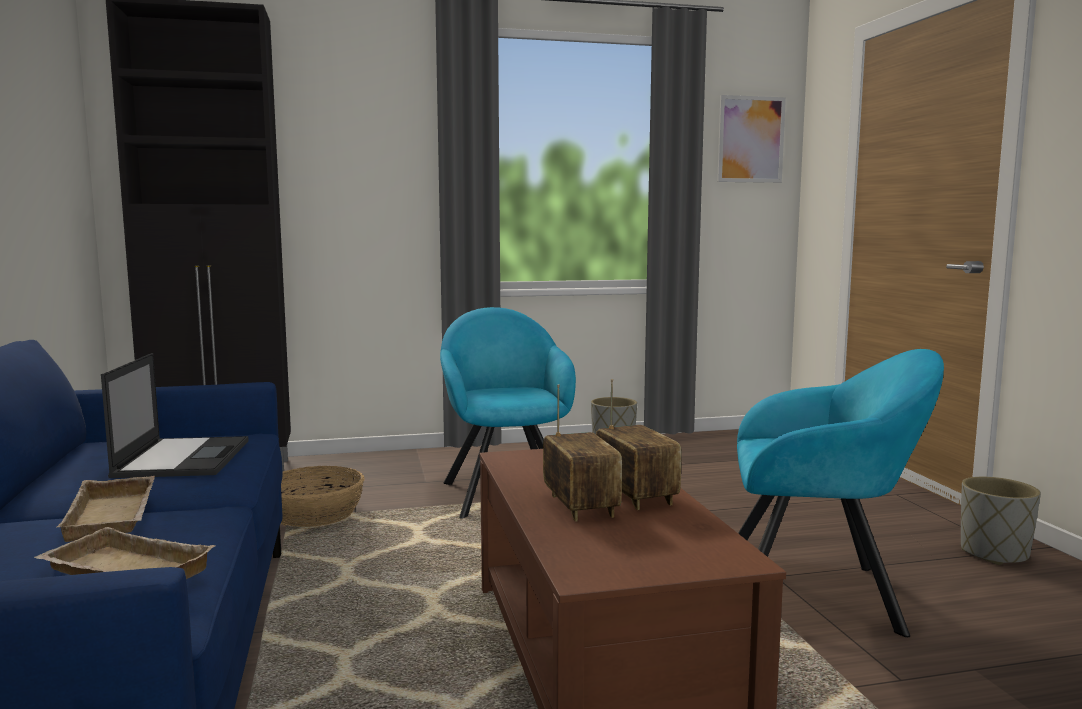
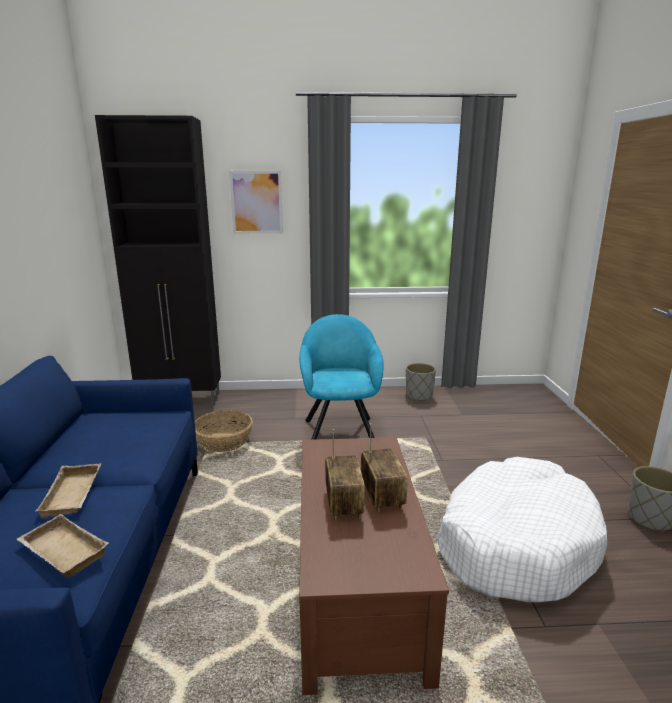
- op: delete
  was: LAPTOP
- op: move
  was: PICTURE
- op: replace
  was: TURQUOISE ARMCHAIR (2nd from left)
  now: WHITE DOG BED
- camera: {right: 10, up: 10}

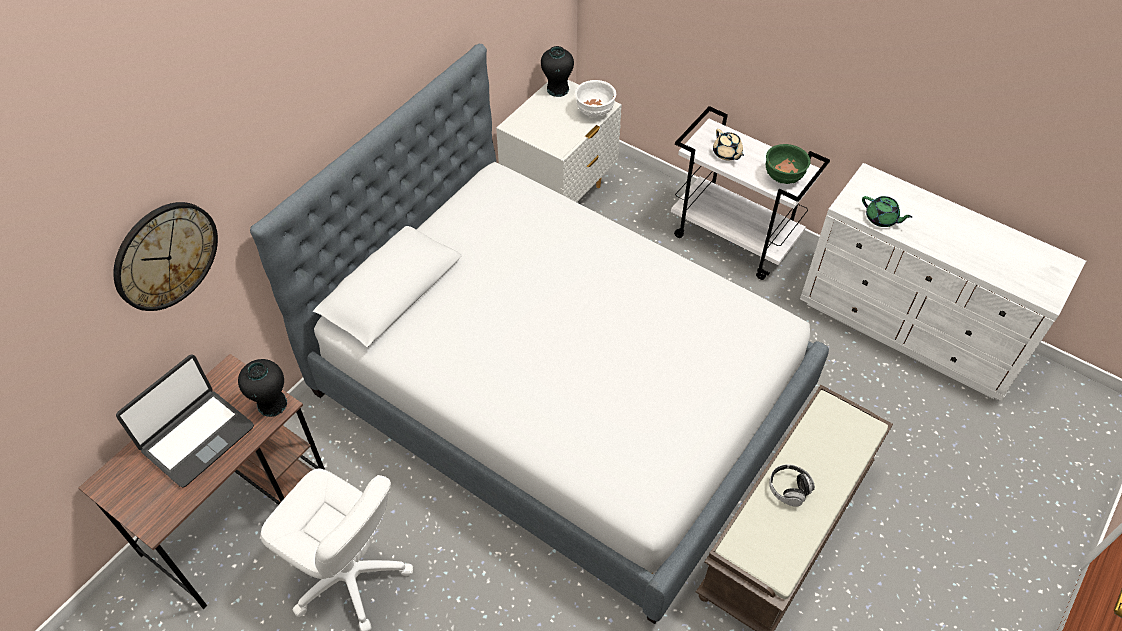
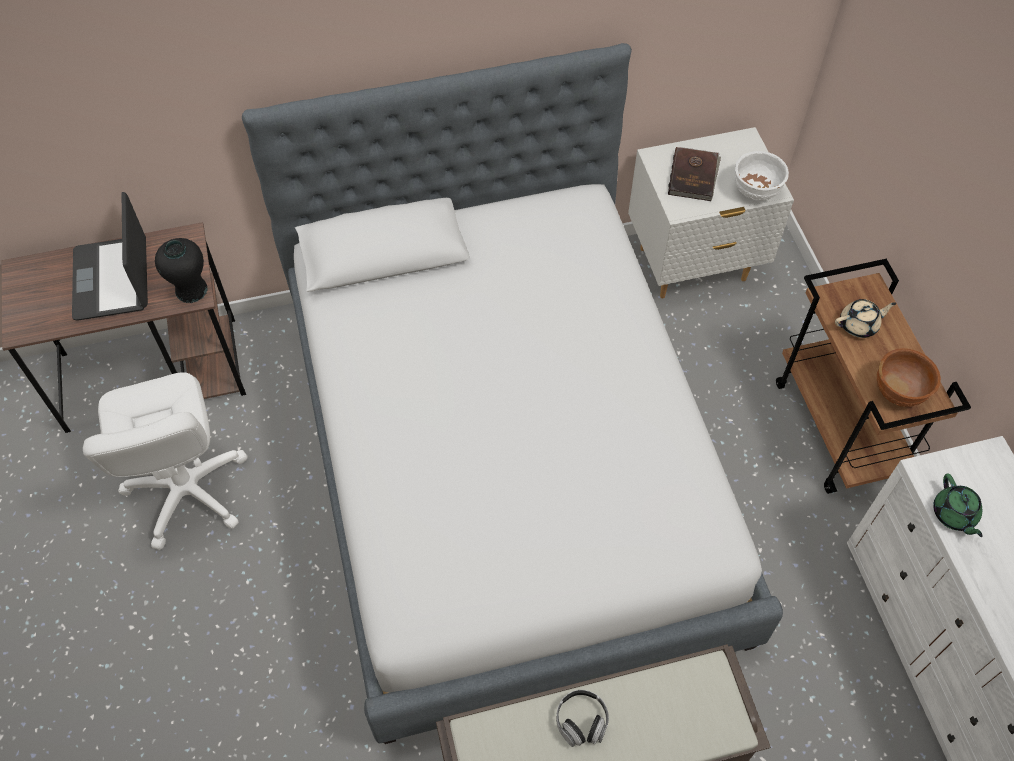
- op: delete
  was: WALL CLOCK
- op: rotate
  was: LAPTOP
  clockwise: 90
- op: delete
  was: BLACK VASE (2nd from left)
- op: recolor
  was: WHITE CART
  now: BROWN CART
- op: rotate
  was: BEIGE TEAPOT
  clockwise: -120
- op: recolor
  was: GREEN BOWL
  now: BROWN BOWL
- op: insert
  now: BROWN BOOK
- camera: {right: 40, up: 5}

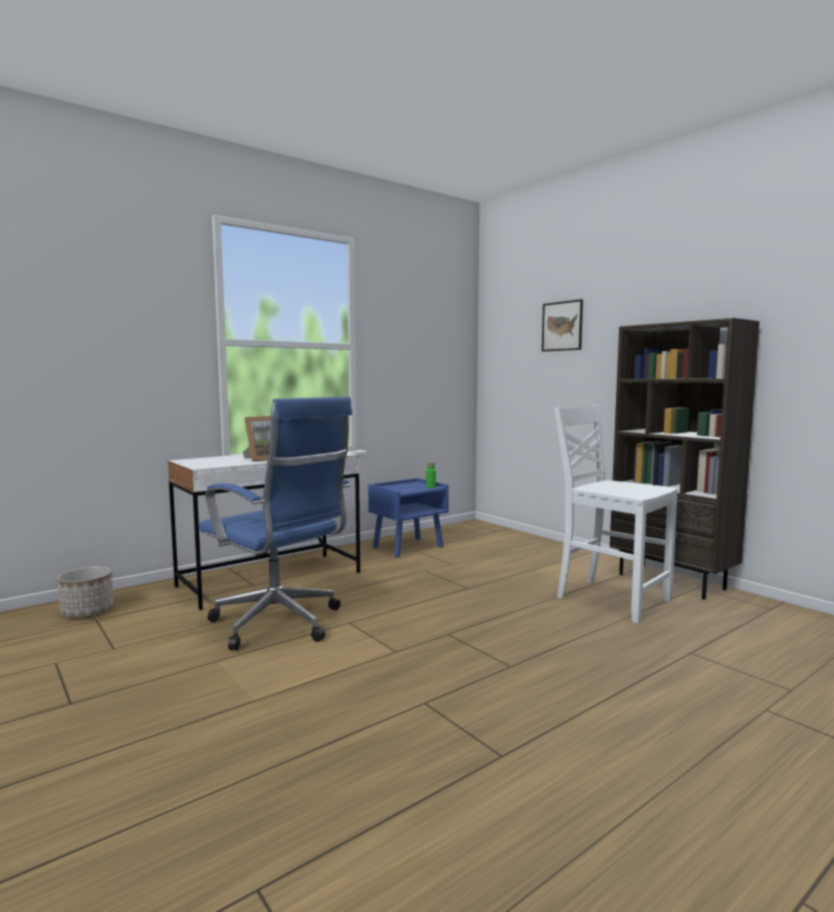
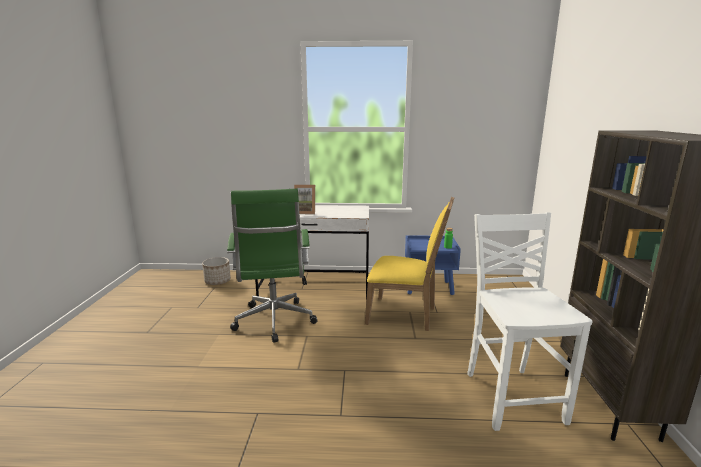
- op: recolor
  was: BLUE OFFICE CHAIR
  now: GREEN OFFICE CHAIR
- op: delete
  was: PICTURE
- op: insert
  now: YELLOW CHAIR
- camera: {right: 40, up: 10}

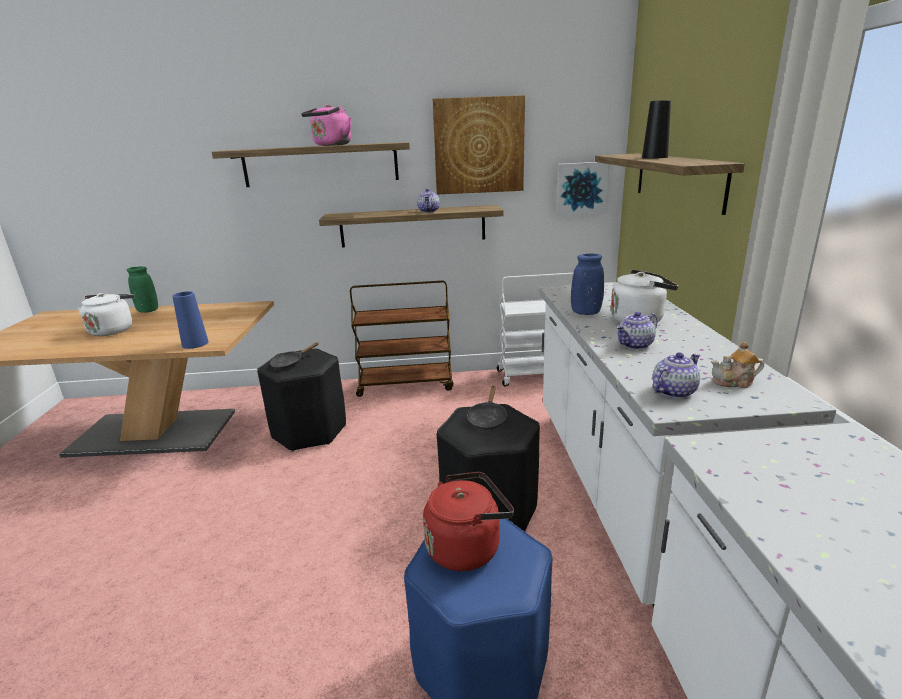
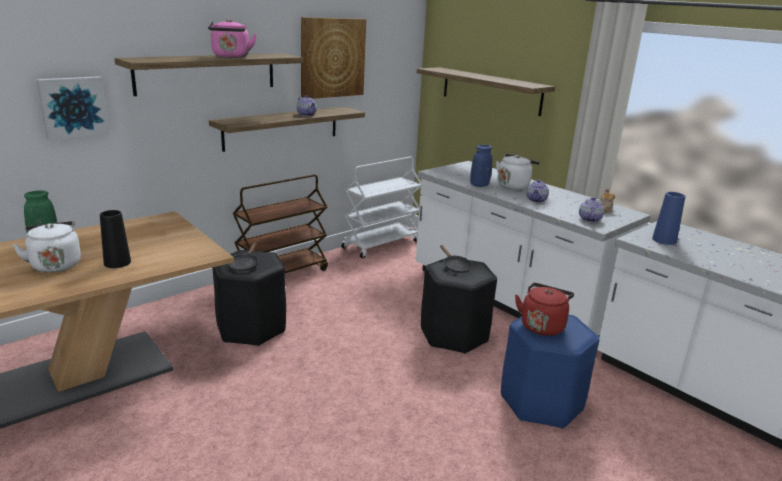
- op: move
  was: BLUE VASE (1st from left in the first image)
  now: BLUE VASE (2nd from left)
- op: move
  was: PICTURE (2nd from left in the first image)
  now: PICTURE (1st from left)
- op: move
  was: BLACK VASE
- camera: {right: -40, up: 0}

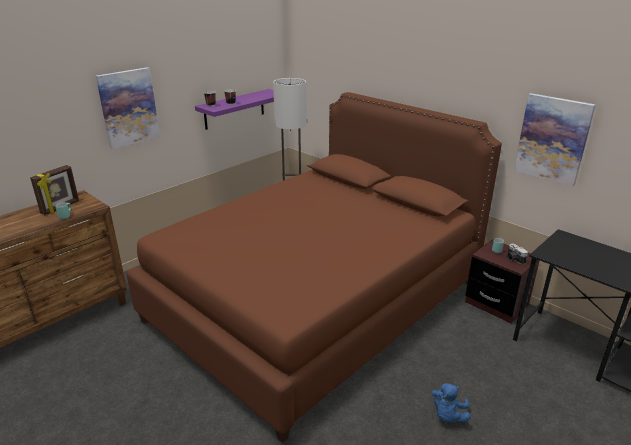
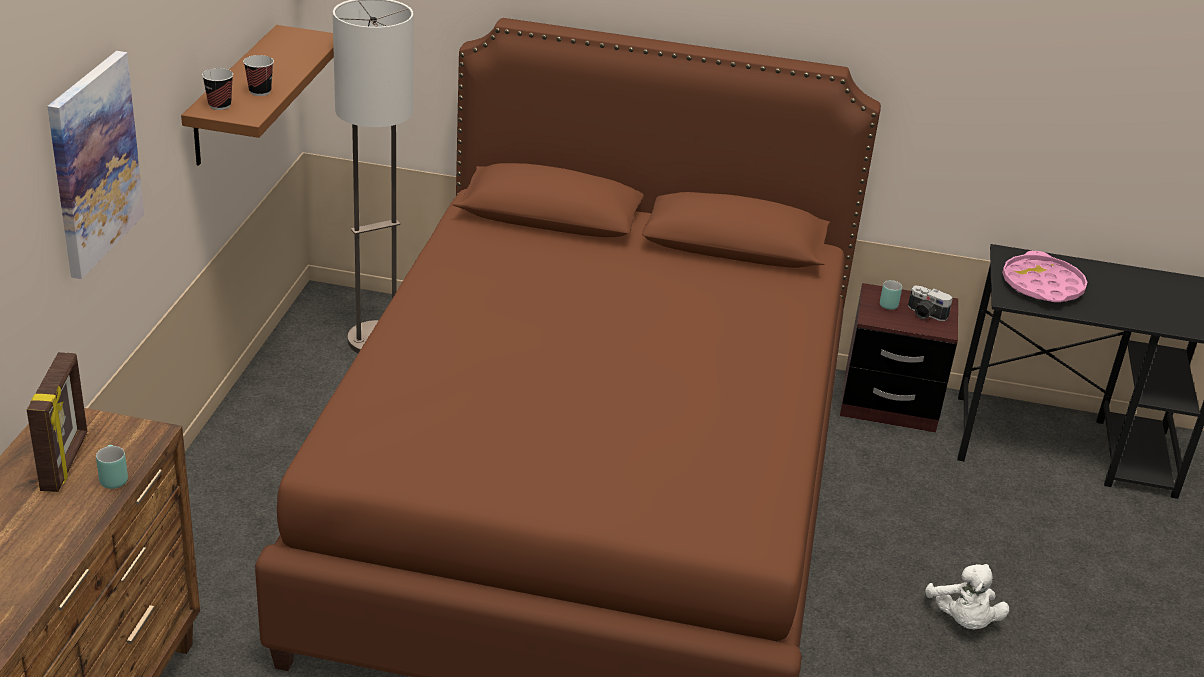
- op: recolor
  was: PURPLE SHELF
  now: BROWN SHELF
- op: recolor
  was: BLUE PLUSH TOY
  now: WHITE PLUSH TOY
- op: delete
  was: PICTURE (2nd from left)
- op: insert
  now: PINK TRAY
- camera: {right: -35, up: 5}

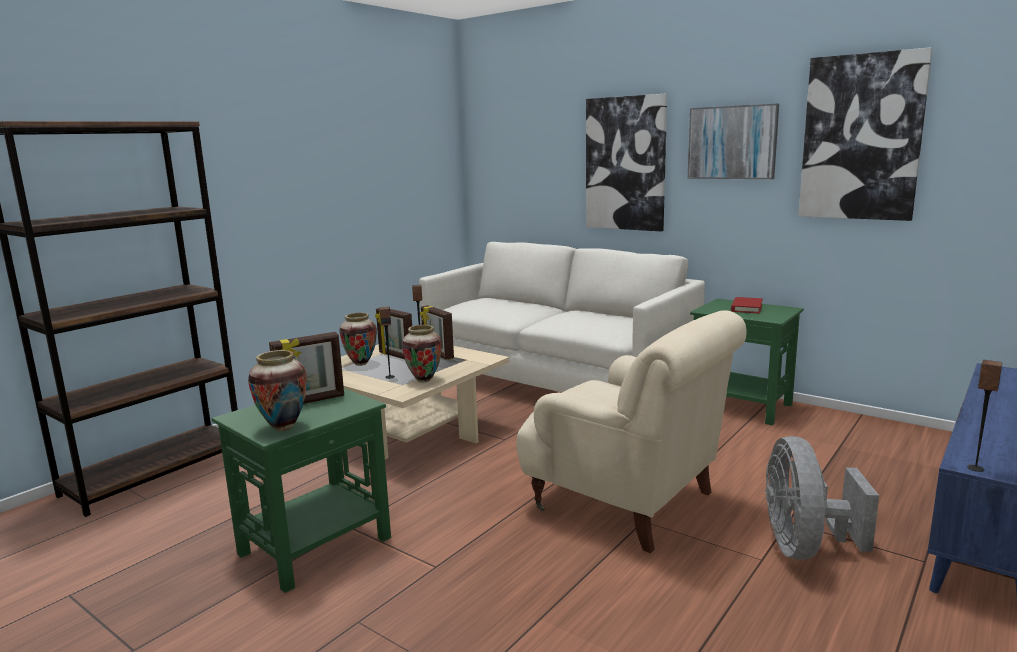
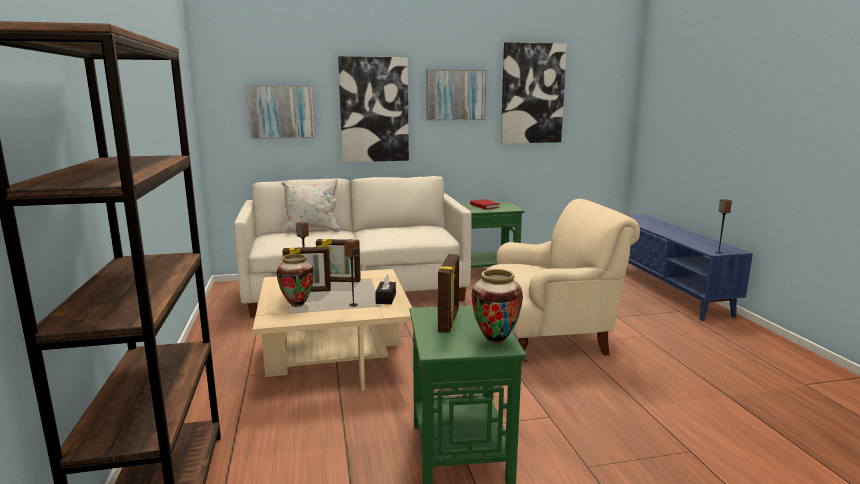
- op: replace
  was: VASE (3rd from left)
  now: BLACK TISSUE BOX
- op: delete
  was: GREY FAN
- op: insert
  now: PICTURE (1st from left)
- op: insert
  now: WHITE PILLOW
- camera: {right: -50, up: 0}

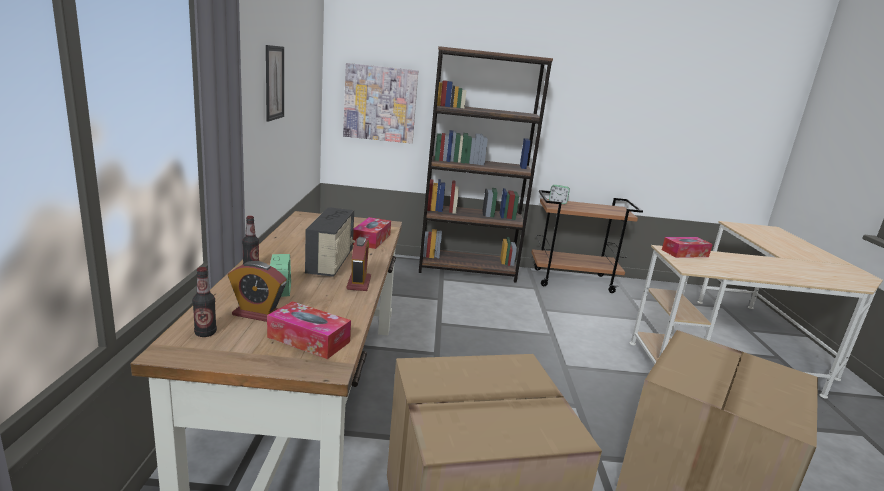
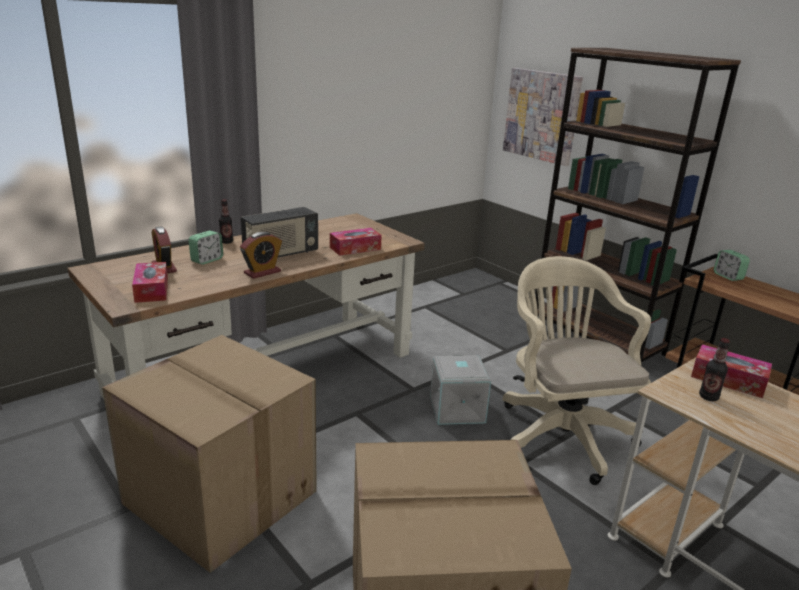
- op: move
  was: BOTTLE (1st from left in the first image)
  now: BOTTLE (2nd from left)
- op: delete
  was: PICTURE (1st from left)
- op: insert
  now: GREY STORAGE BOX
- op: insert
  now: BEIGE OFFICE CHAIR
- camera: {right: 50, up: 5}

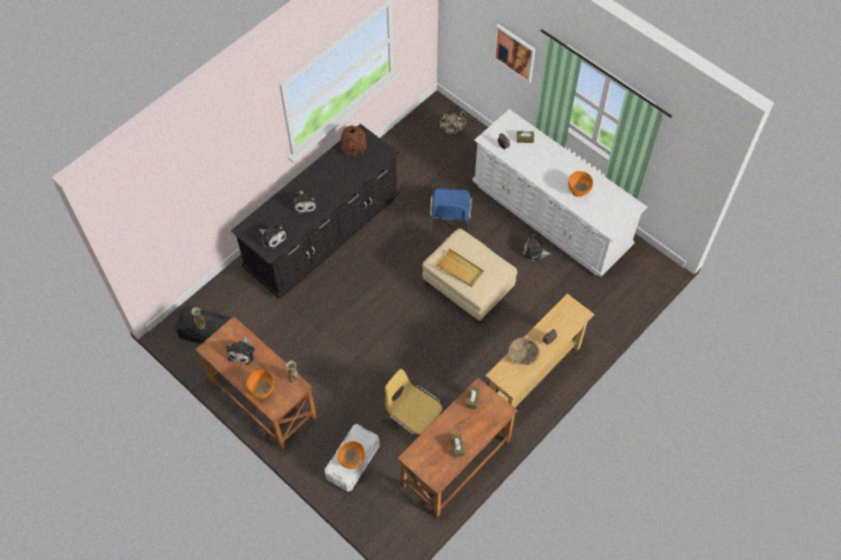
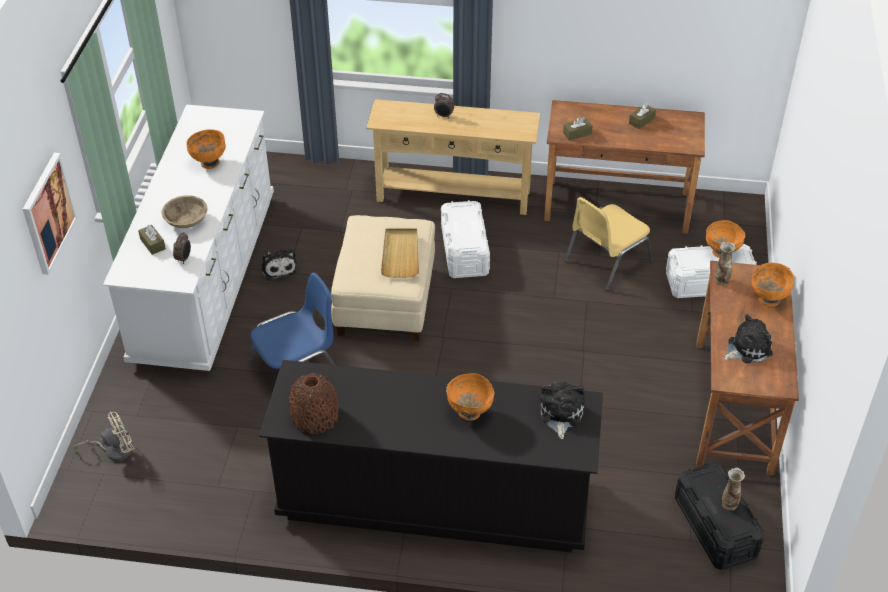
- op: replace
  was: PLUSH TOY (3rd from left)
  now: ORANGE BOWL (2nd from left)
- op: rotate
  was: YELLOW CHAIR
  clockwise: 45
- op: move
  was: BEIGE BOWL
- op: insert
  now: WHITE STORAGE BOX (1st from left)
- camera: {right: -125, up: -15}

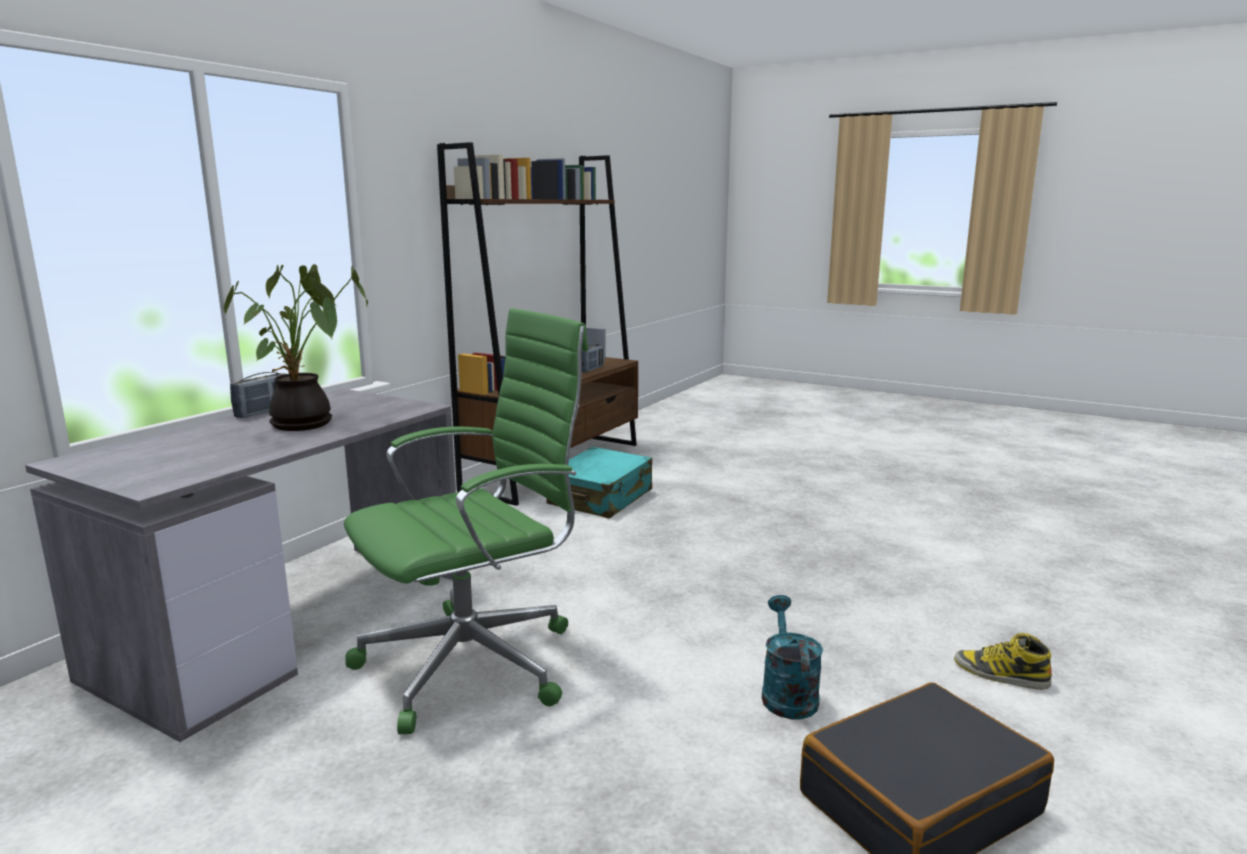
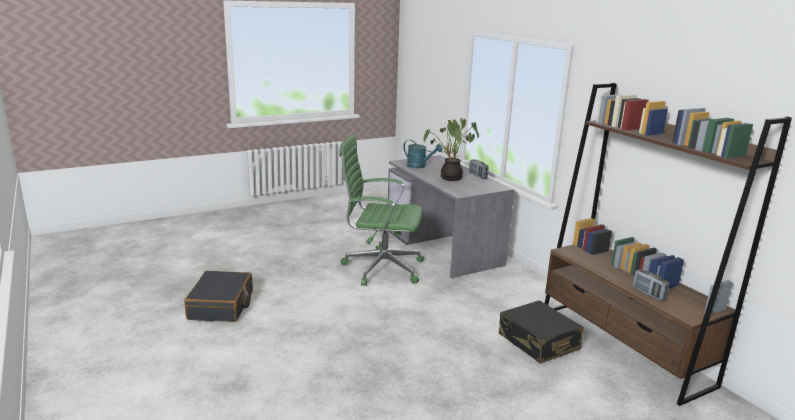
- op: rotate
  was: GREEN OFFICE CHAIR
  clockwise: 105
- op: recolor
  was: TURQUOISE SUITCASE
  now: BLACK SUITCASE (2nd from left)
- op: move
  was: TURQUOISE WATERING CAN
- op: delete
  was: BOOT
- camera: {right: 120, up: 5}

